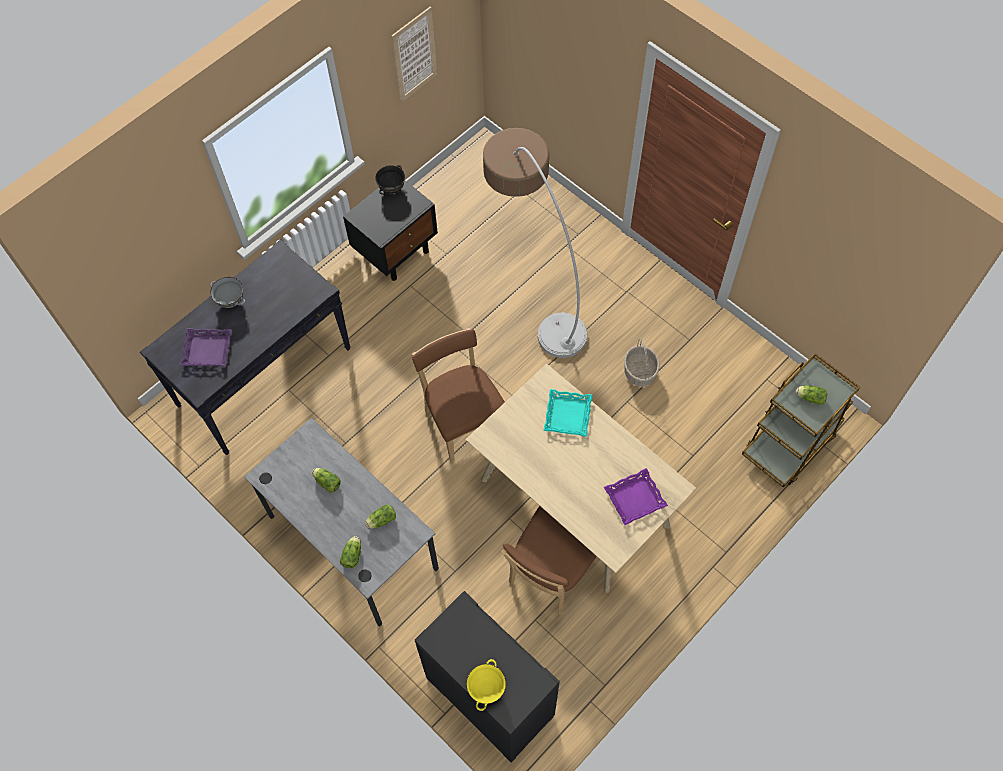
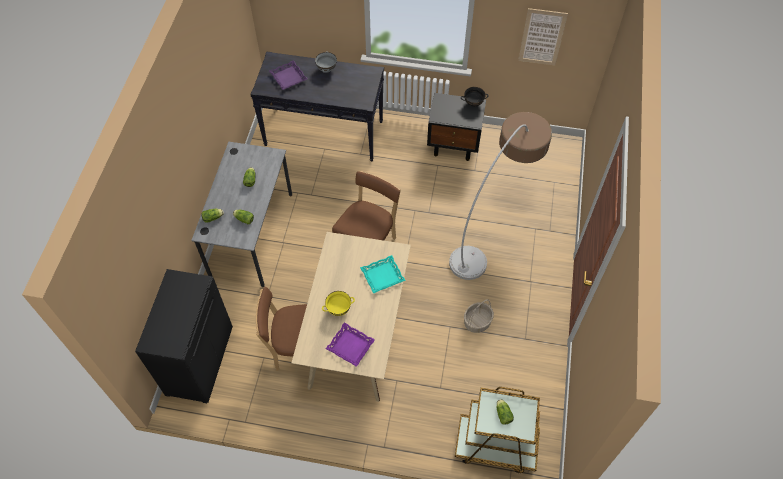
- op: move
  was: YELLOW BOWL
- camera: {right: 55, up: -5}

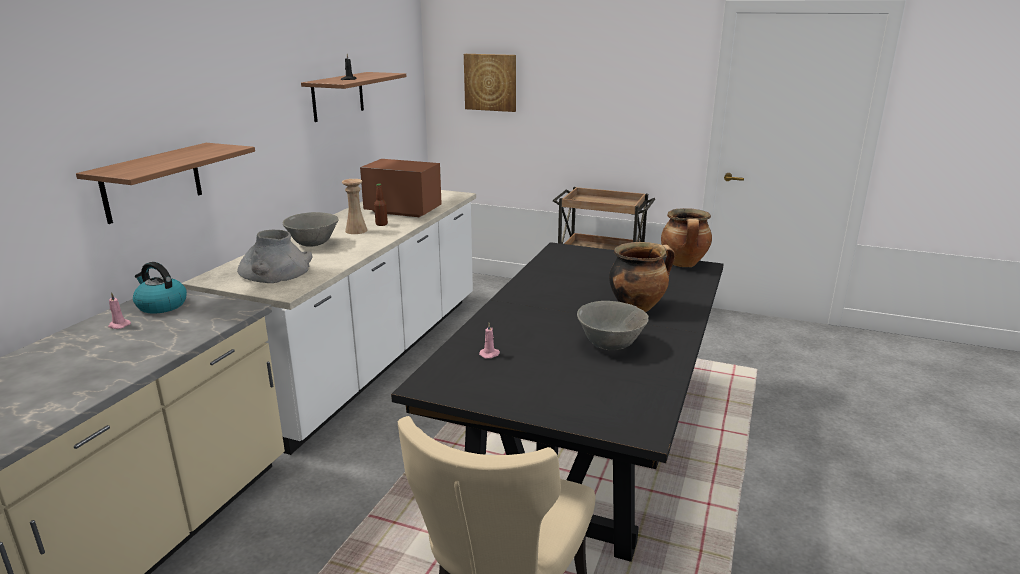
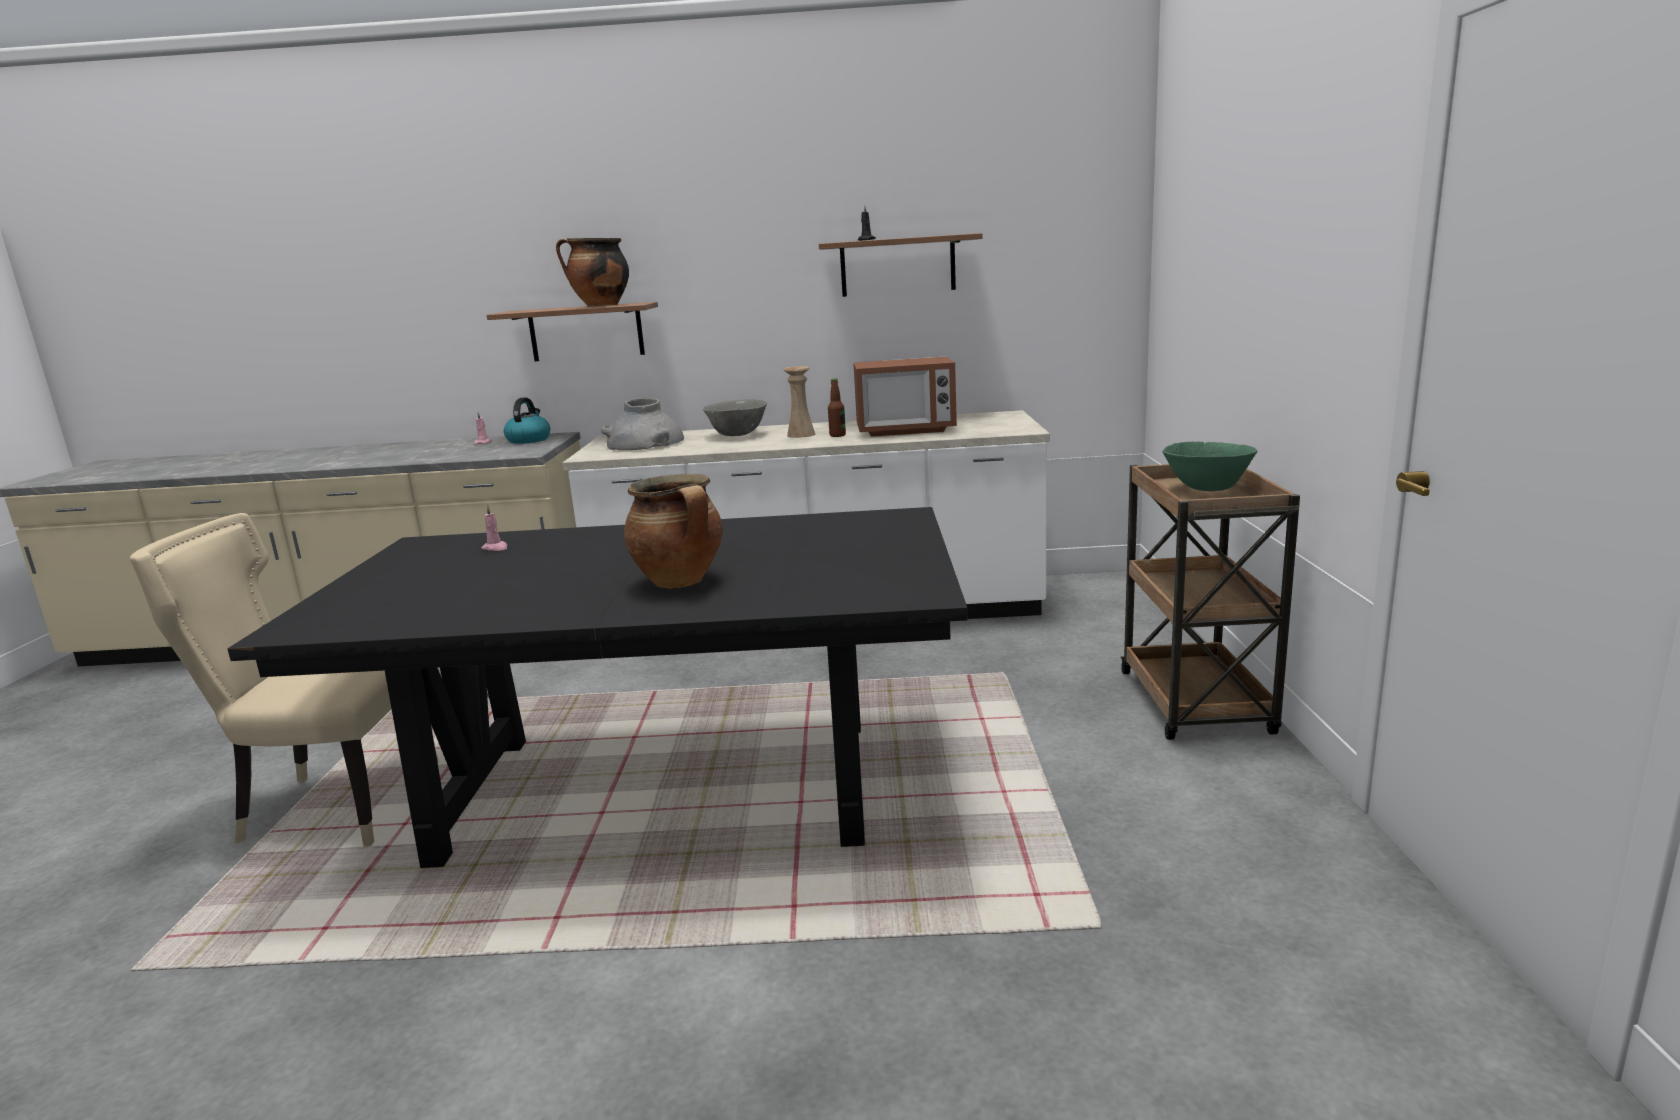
- op: rotate
  was: MICROWAVE
  clockwise: 90
- op: delete
  was: PICTURE
- op: delete
  was: GREY BOWL (2nd from left)
- op: move
  was: COOKING POT (2nd from left in the first image)
  now: COOKING POT (1st from left)
- op: insert
  now: GREEN BOWL
- camera: {right: 70, up: -5}

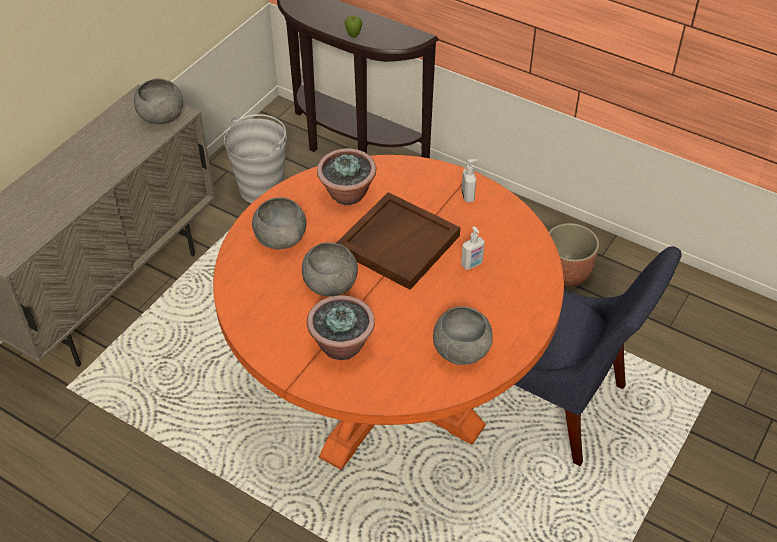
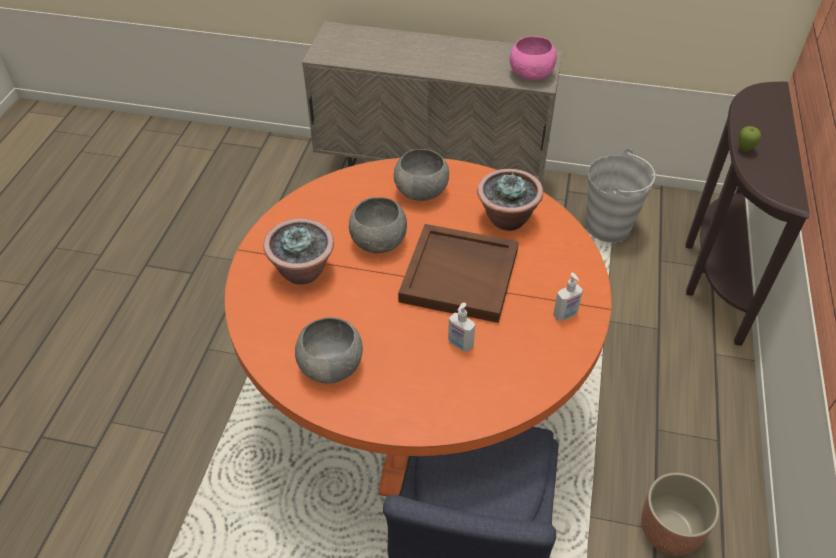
- op: recolor
  was: GREY BOWL (1st from left)
  now: PINK BOWL
- camera: {right: 70, up: 0}

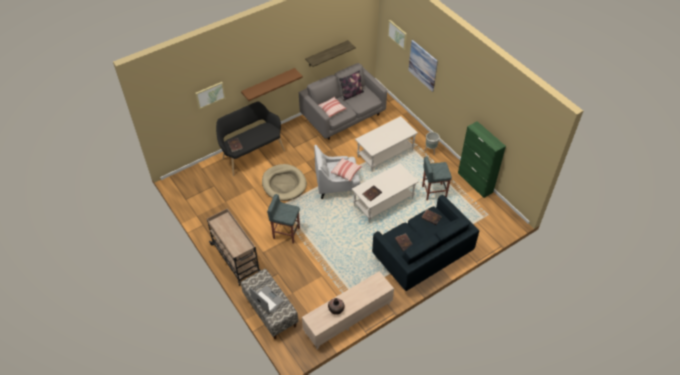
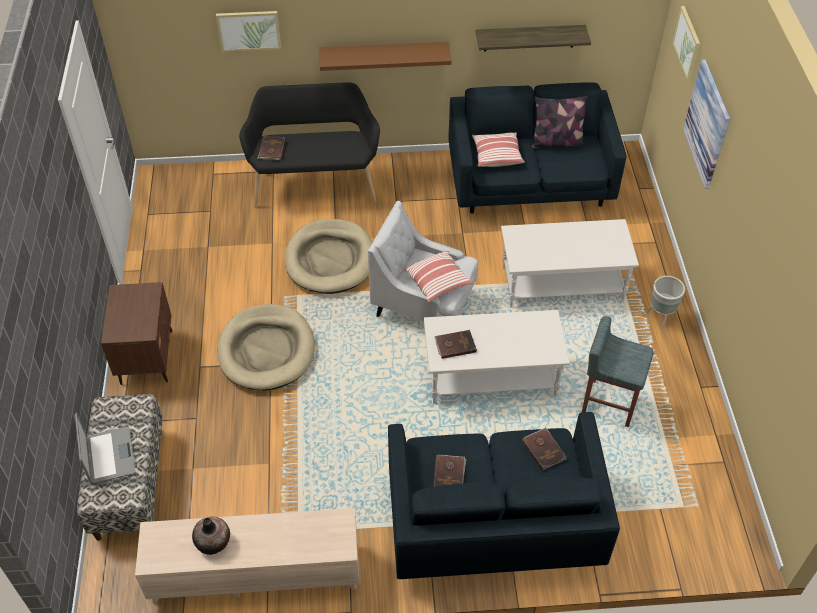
- op: replace
  was: BEIGE CART
  now: BROWN NIGHTSTAND
- op: replace
  was: GREY STOOL (1st from left)
  now: BEIGE DOG BED (1st from left)
- op: recolor
  was: GREY SOFA
  now: BLUE SOFA (2nd from left)
- op: delete
  was: GREEN CABINET
- camera: {right: 30, up: 0}

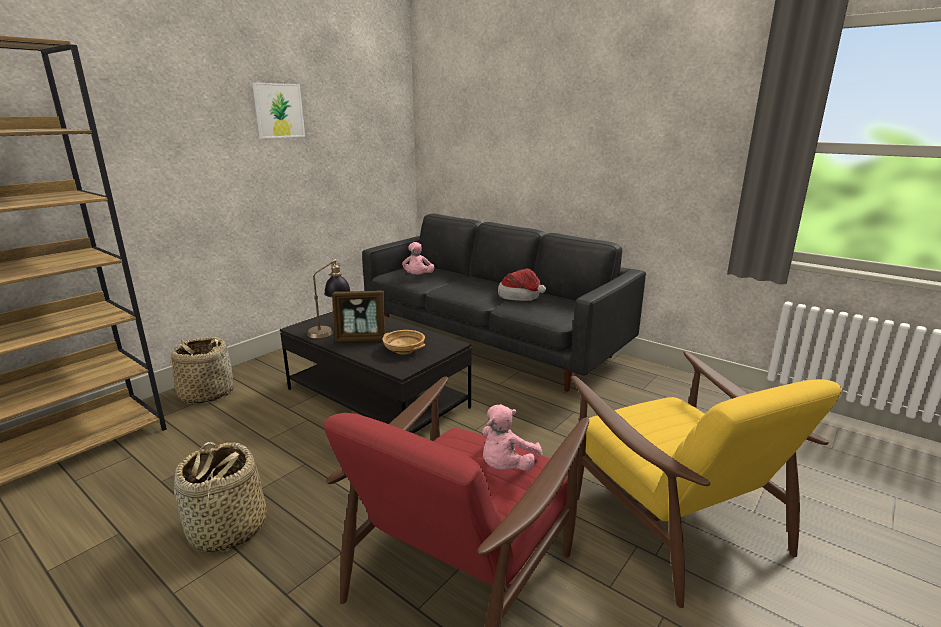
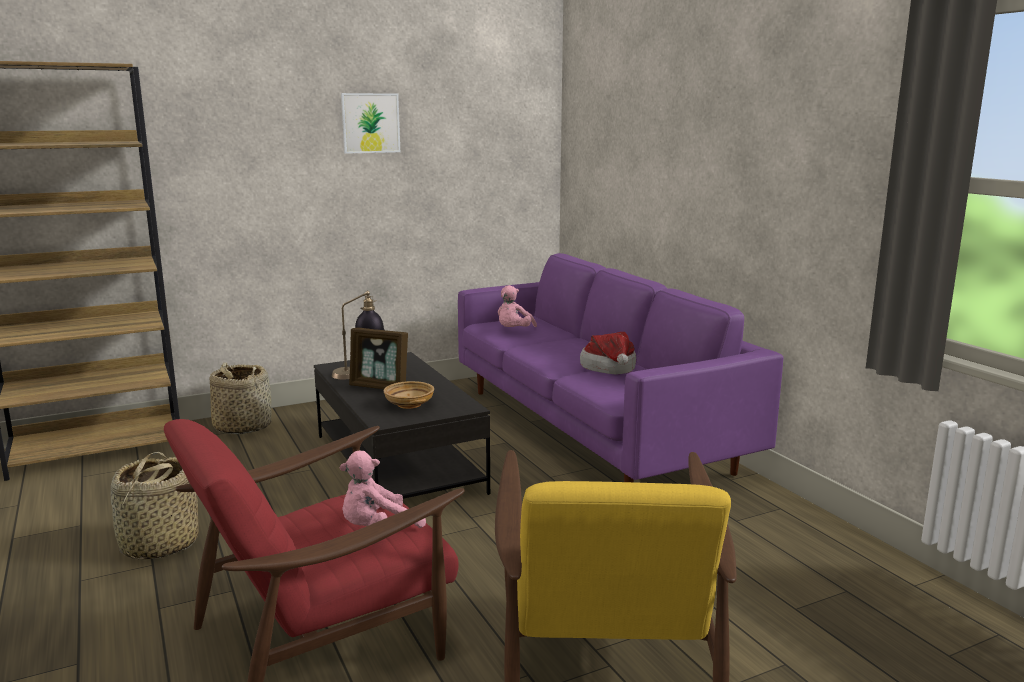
- op: recolor
  was: BLACK SOFA
  now: PURPLE SOFA
- camera: {right: 25, up: -5}

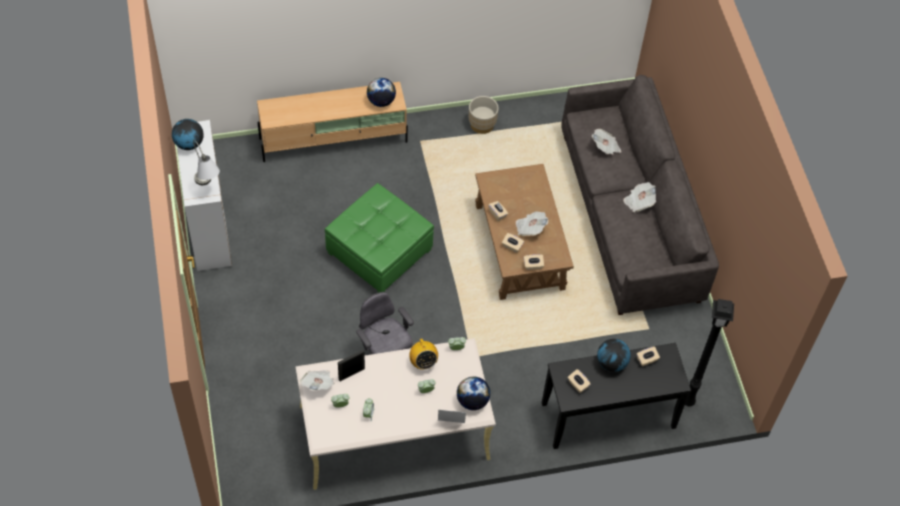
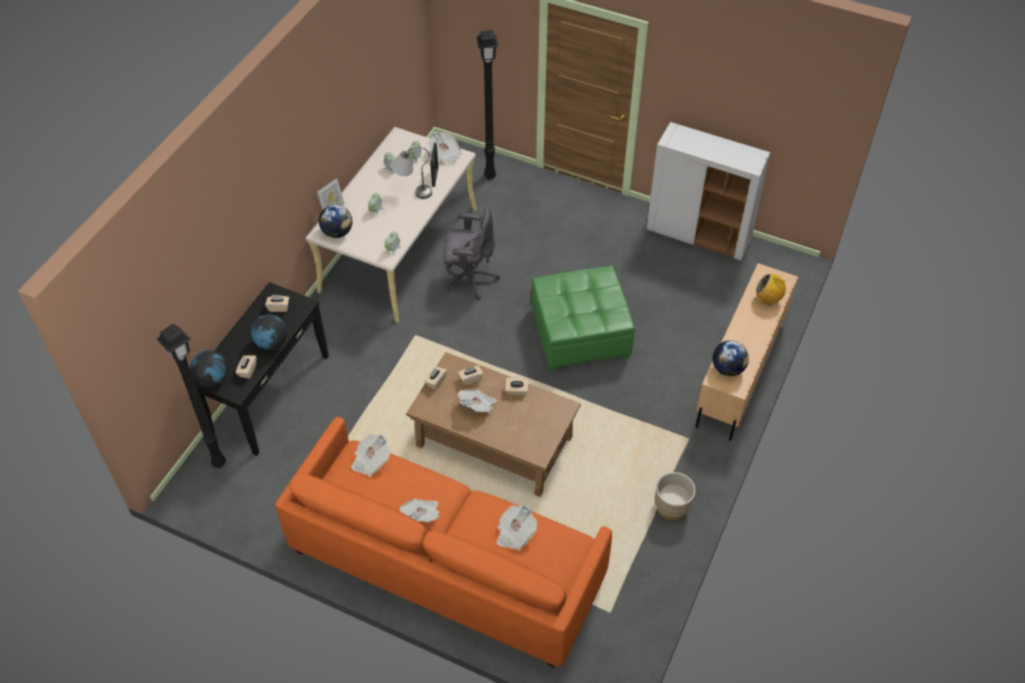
- op: move
  was: GLOBE (1st from left)
- op: move
  was: GREY TABLE LAMP
- op: move
  was: RADIO
- op: recolor
  was: GREY SOFA
  now: ORANGE SOFA
- op: insert
  now: NEWSPAPER (1st from left)
- op: insert
  now: BLACK FLOOR LAMP (2nd from left)
- camera: {right: 130, up: -5}

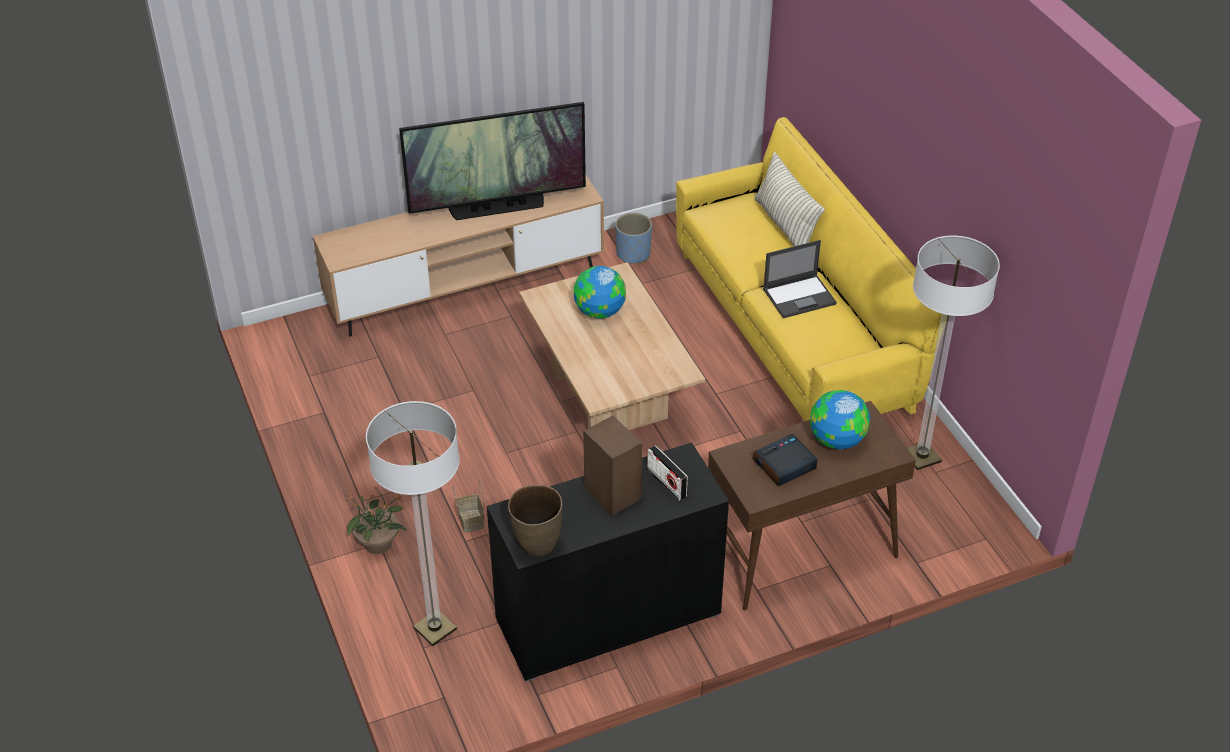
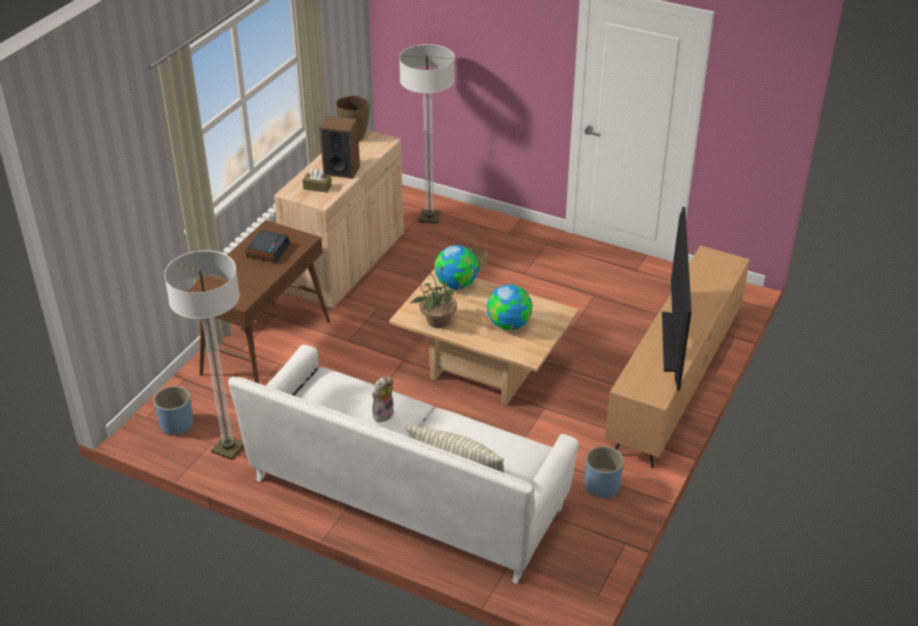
- op: move
  was: POTTED PLANT
- op: rotate
  was: TELEVISION
  clockwise: 150
- op: recolor
  was: BLACK CABINET
  now: BEIGE CABINET
- op: replace
  was: RADIO
  now: BROWN TISSUE BOX
- op: recolor
  was: YELLOW SOFA
  now: WHITE SOFA
- op: replace
  was: LAPTOP
  now: PLUSH TOY
- op: move
  was: GLOBE (2nd from left in the first image)
  now: GLOBE (1st from left)
- op: insert
  now: BLUE PLANTER (1st from left)
- camera: {right: 140, up: -5}

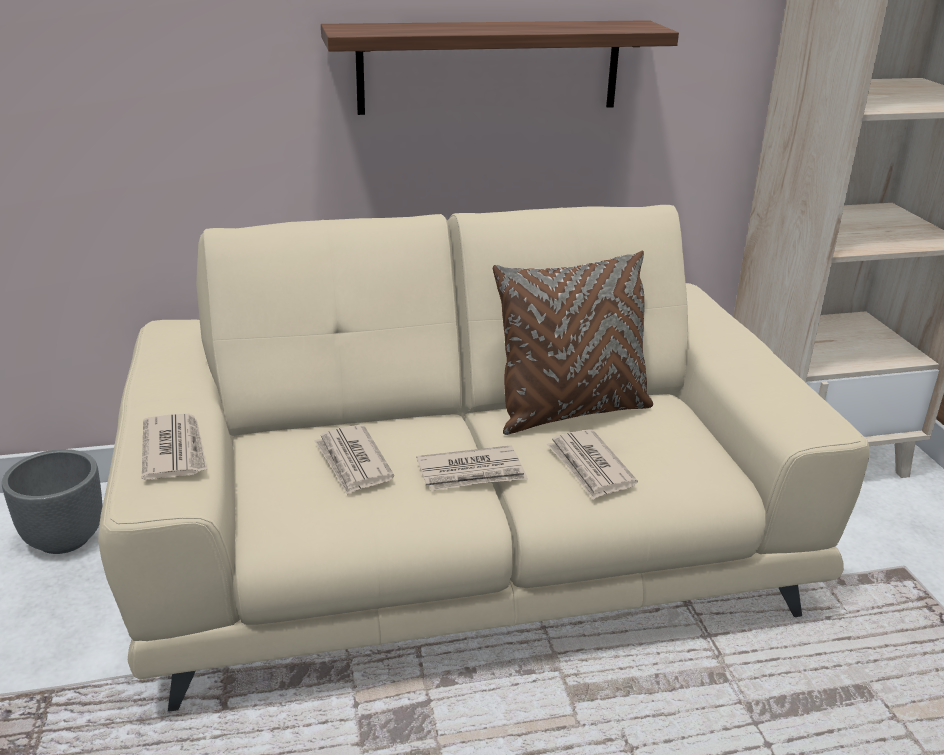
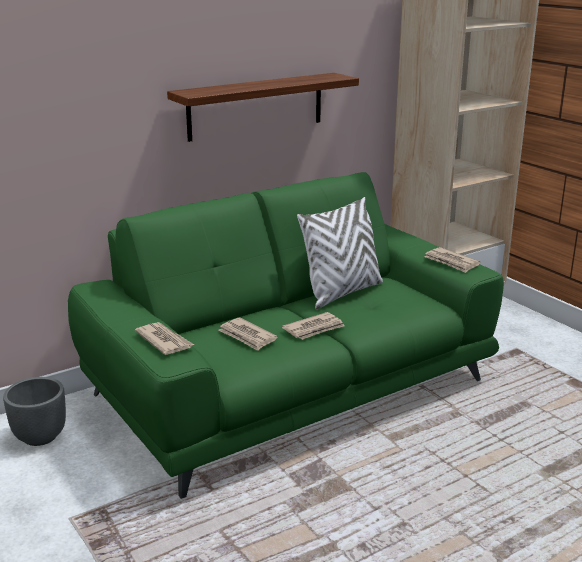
- op: recolor
  was: BEIGE SOFA
  now: GREEN SOFA
- op: recolor
  was: BROWN PILLOW
  now: WHITE PILLOW
- op: move
  was: NEWSPAPER (4th from left)
- camera: {right: -20, up: -5}

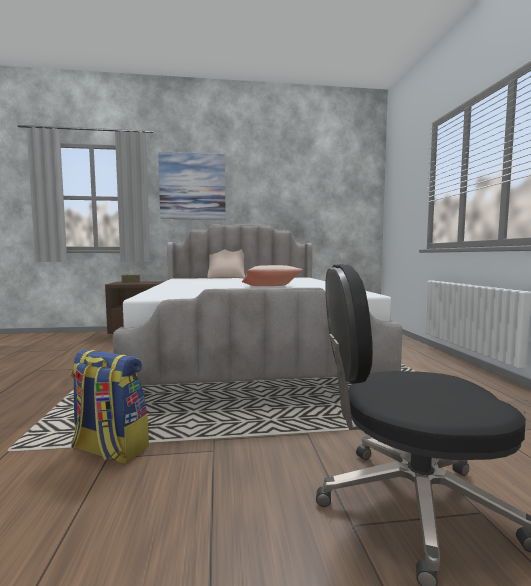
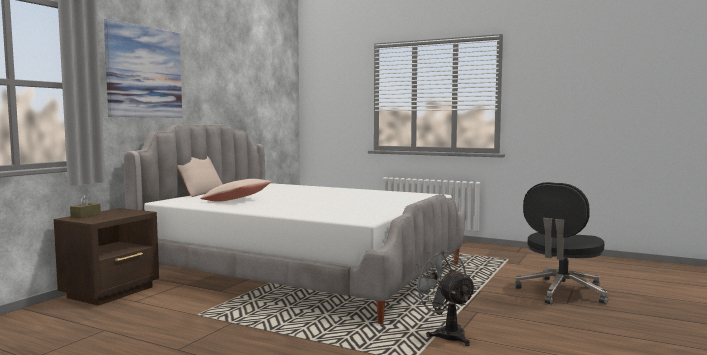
- op: replace
  was: BACKPACK
  now: GREY FAN
- op: move
  was: BEIGE PILLOW (2nd from left)
- camera: {right: -55, up: 0}

